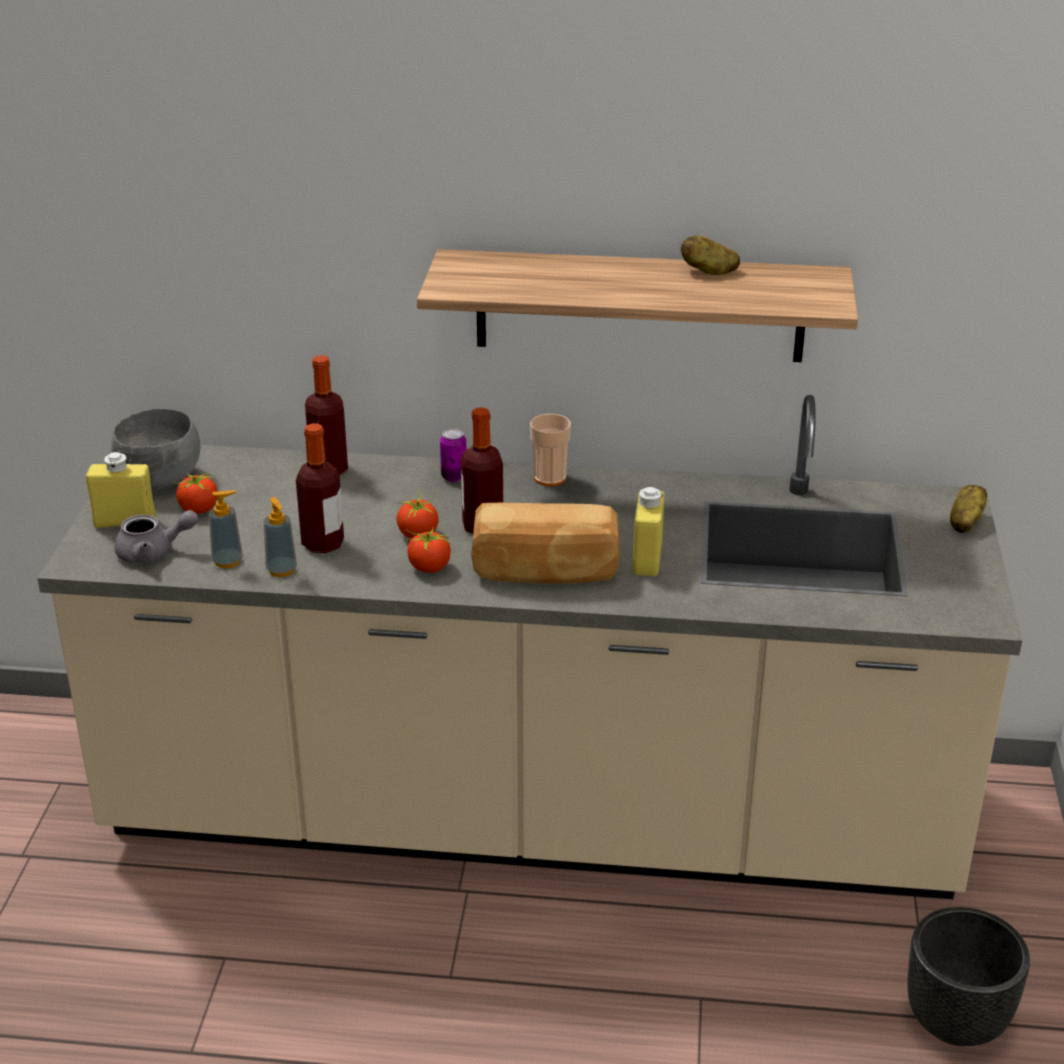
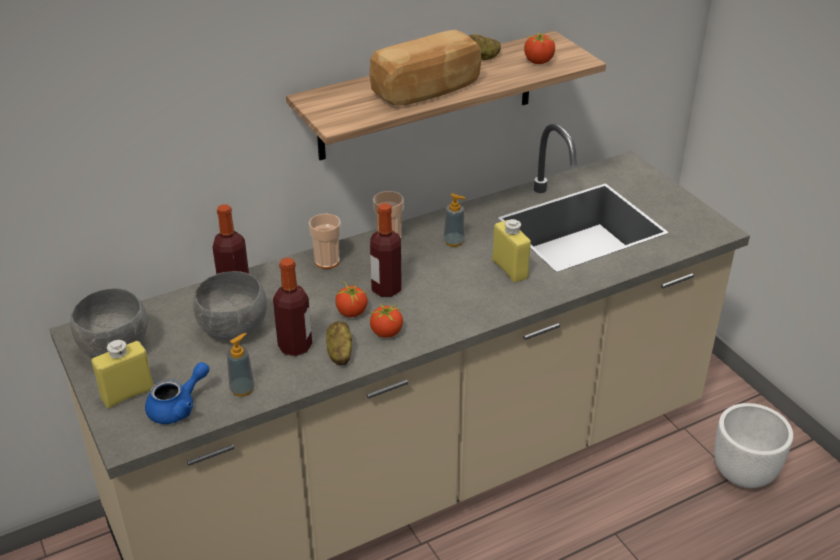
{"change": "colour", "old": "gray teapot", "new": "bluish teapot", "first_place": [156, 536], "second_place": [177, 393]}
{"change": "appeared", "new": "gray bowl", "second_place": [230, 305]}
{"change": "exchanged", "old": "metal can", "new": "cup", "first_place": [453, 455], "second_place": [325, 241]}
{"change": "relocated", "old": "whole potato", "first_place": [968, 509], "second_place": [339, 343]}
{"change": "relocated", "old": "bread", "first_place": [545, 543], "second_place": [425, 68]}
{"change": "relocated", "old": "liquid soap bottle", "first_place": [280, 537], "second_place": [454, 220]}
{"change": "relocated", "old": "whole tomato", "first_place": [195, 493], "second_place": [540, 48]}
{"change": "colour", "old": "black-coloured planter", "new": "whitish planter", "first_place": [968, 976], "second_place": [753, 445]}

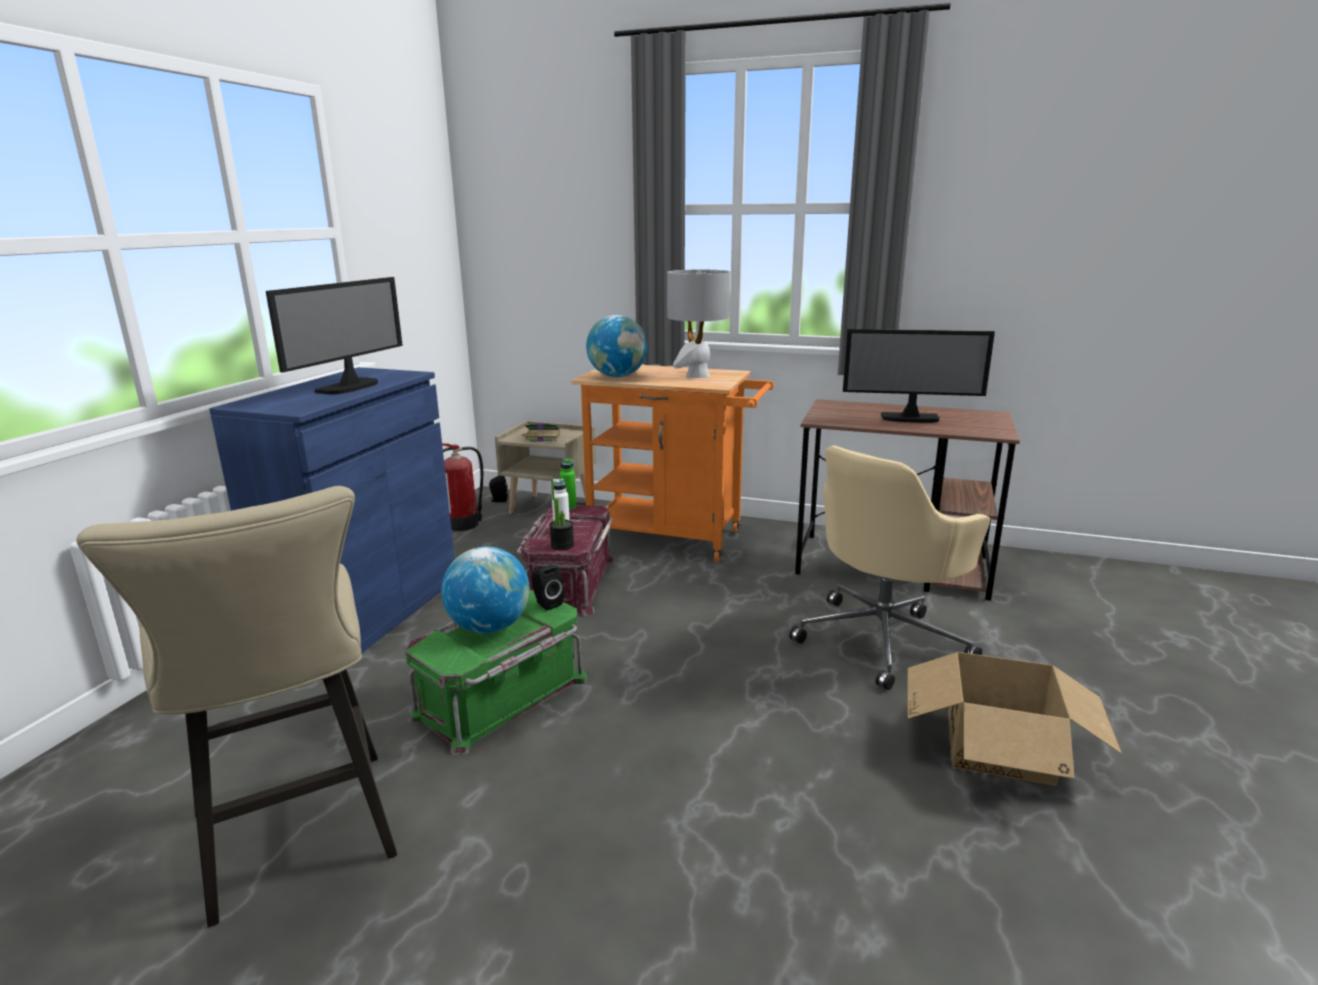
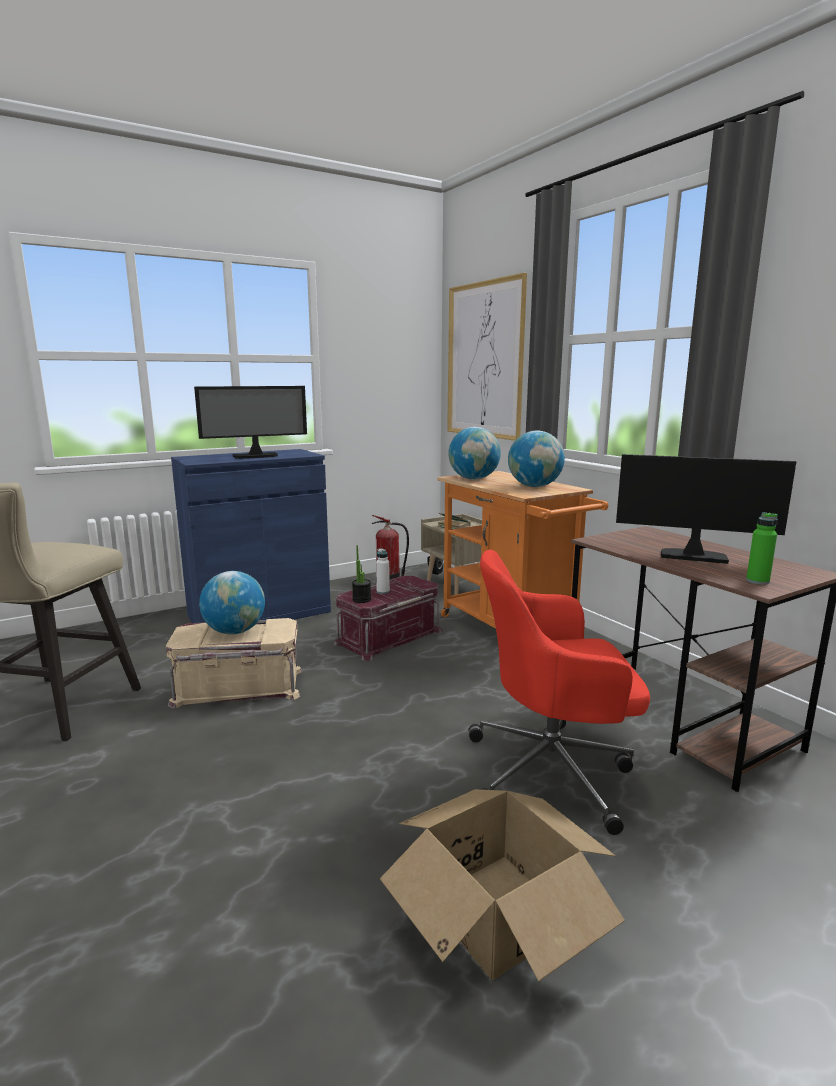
{"change": "colour", "old": "green-coloured storage box", "new": "beige-coloured storage box", "first_place": [496, 673], "second_place": [233, 663]}
{"change": "appeared", "new": "picture", "second_place": [487, 357]}
{"change": "colour", "old": "beige-coloured office chair", "new": "reddish office chair", "first_place": [889, 567], "second_place": [559, 692]}
{"change": "exchanged", "old": "gray tabletop lamp", "new": "desk globe", "first_place": [698, 324], "second_place": [536, 459]}
{"change": "spun", "old": "monitor", "first_place": [919, 376], "second_place": [706, 509], "degrees": 150}
{"change": "relocated", "old": "green-coloured beverage bottle", "first_place": [568, 484], "second_place": [762, 548]}
{"change": "missing", "old": "black-coloured audio speaker", "first_place": [547, 587]}

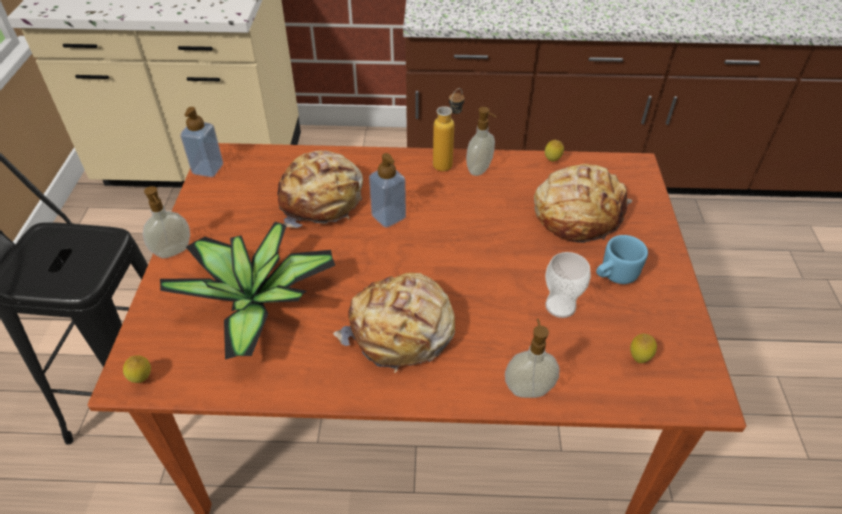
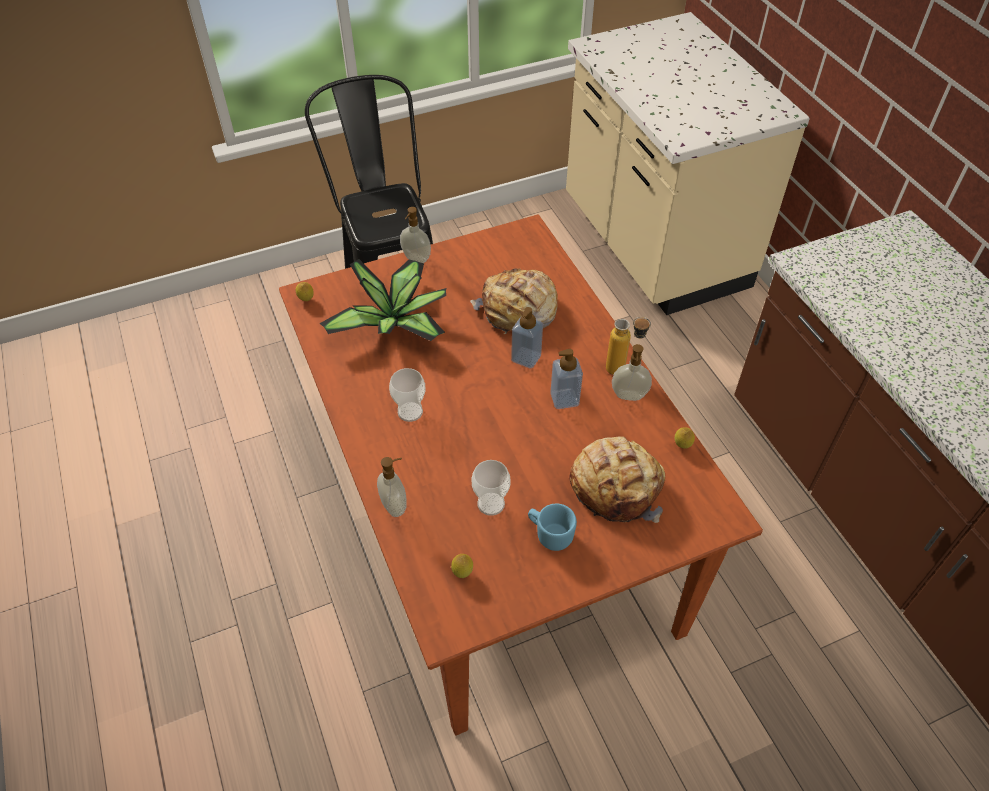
{"change": "exchanged", "old": "bread", "new": "cup", "first_place": [394, 322], "second_place": [407, 395]}
{"change": "relocated", "old": "liquid soap bottle", "first_place": [201, 142], "second_place": [566, 379]}

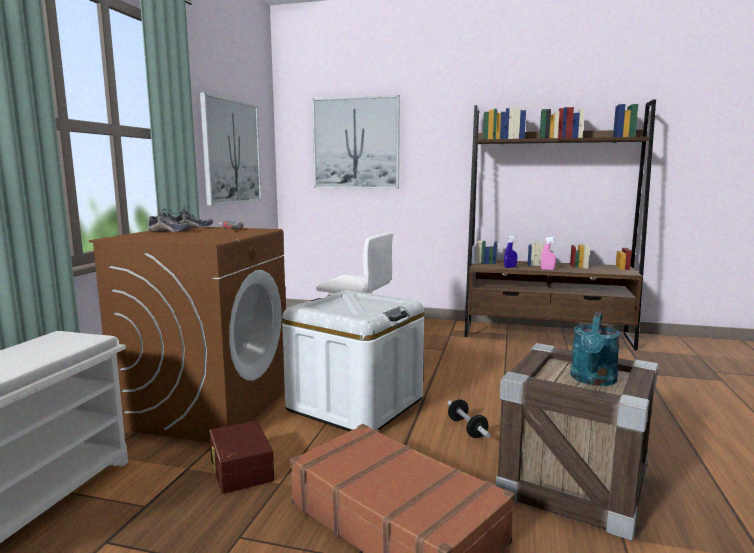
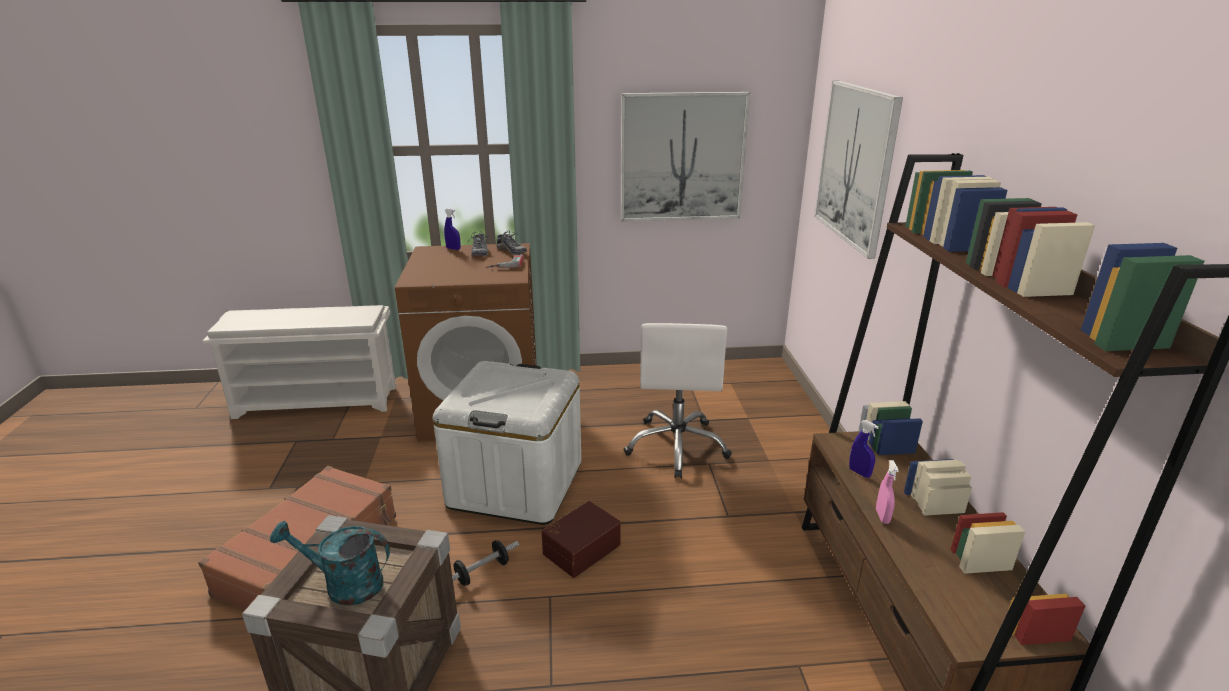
{"change": "appeared", "new": "bluish hand sprayer", "second_place": [452, 229]}
{"change": "relocated", "old": "brownish storage box", "first_place": [241, 457], "second_place": [581, 539]}

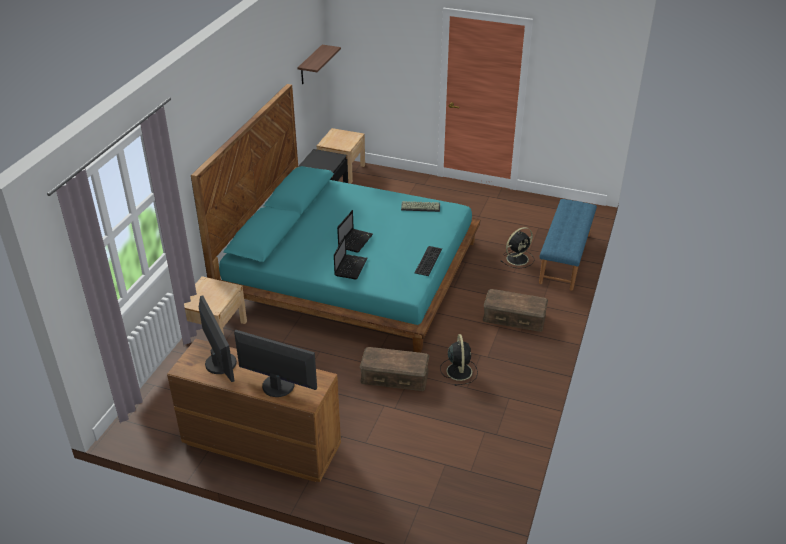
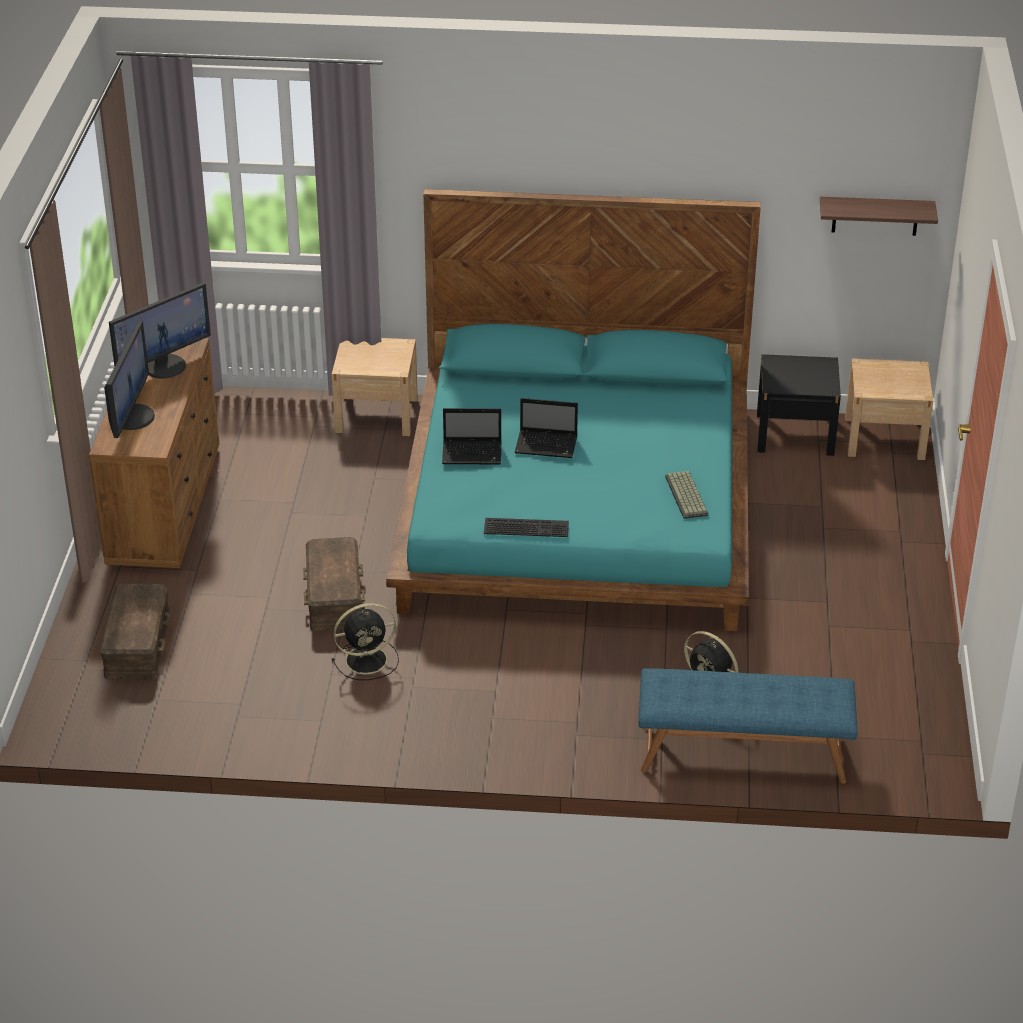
{"change": "relocated", "old": "brownish storage box", "first_place": [515, 310], "second_place": [135, 631]}

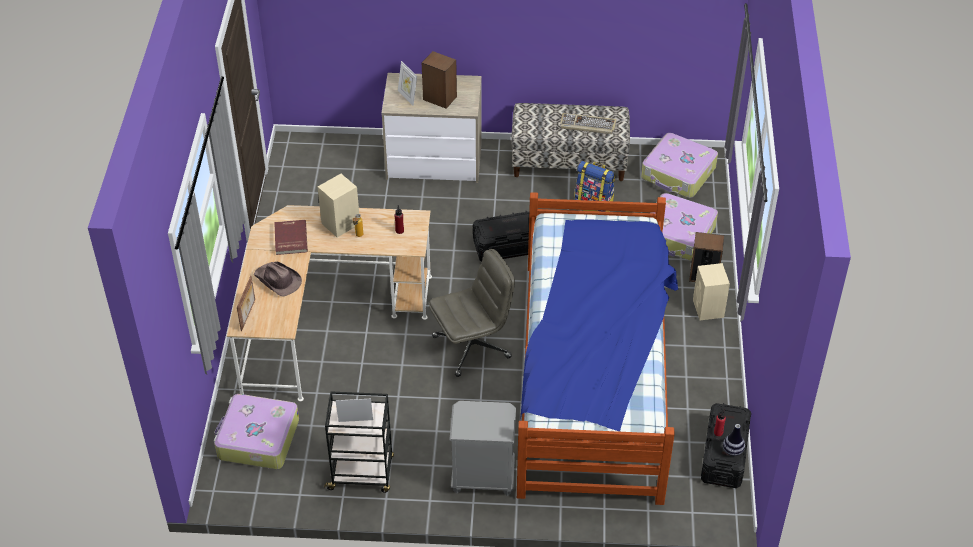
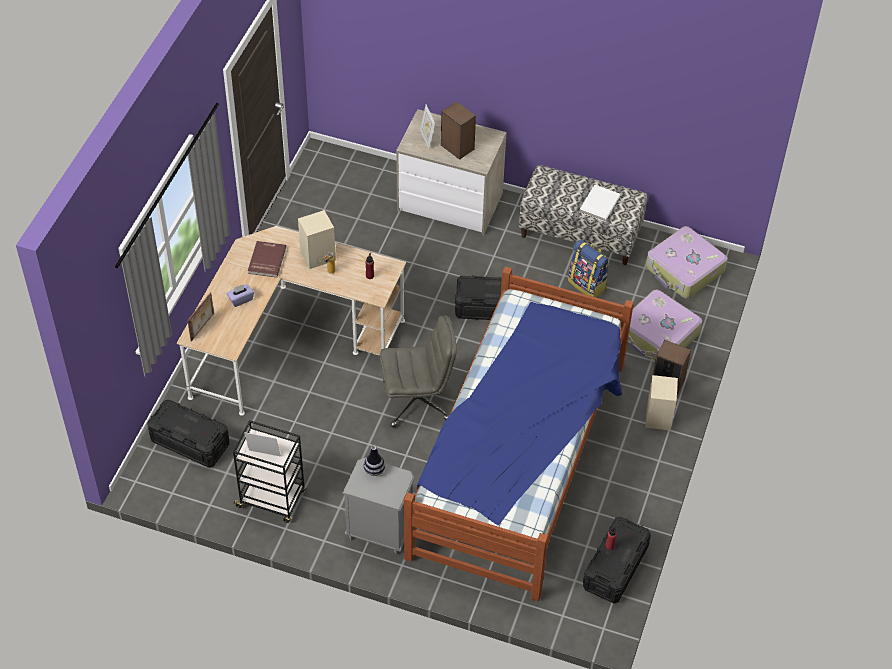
{"change": "exchanged", "old": "piece of luggage", "new": "black-coloured storage box", "first_place": [256, 431], "second_place": [188, 434]}
{"change": "exchanged", "old": "brownish hat", "new": "purple-coloured tissue box", "first_place": [278, 279], "second_place": [240, 295]}
{"change": "relocated", "old": "flower vase", "first_place": [734, 440], "second_place": [374, 461]}
{"change": "exchanged", "old": "keyboard", "new": "whitish bound book", "first_place": [588, 123], "second_place": [600, 203]}

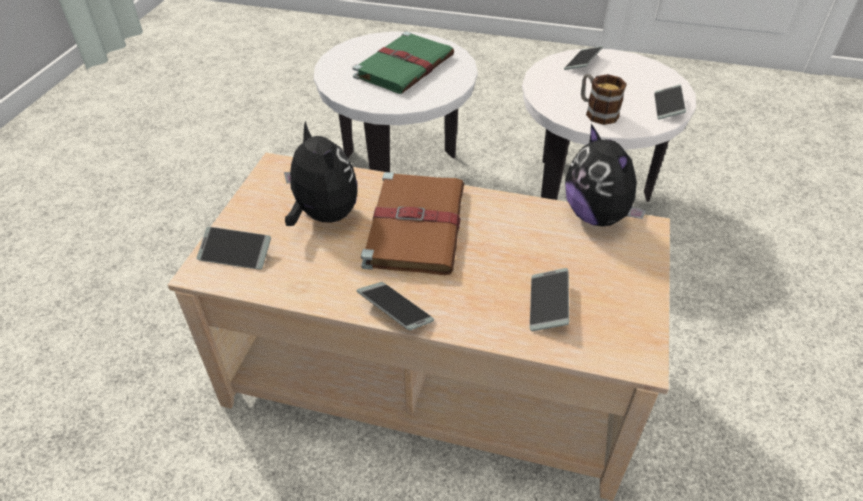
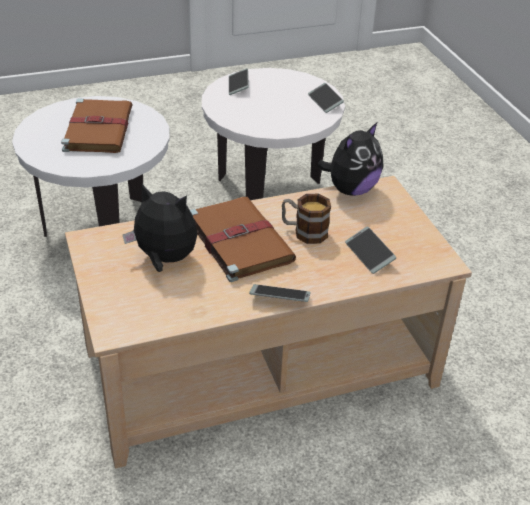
{"change": "colour", "old": "green-coloured bound book", "new": "brownish bound book", "first_place": [403, 63], "second_place": [97, 125]}
{"change": "relocated", "old": "tea mug", "first_place": [604, 99], "second_place": [306, 219]}
{"change": "spun", "old": "soft toy", "first_place": [606, 175], "second_place": [350, 159], "degrees": -75}
{"change": "missing", "old": "telephone", "first_place": [234, 248]}

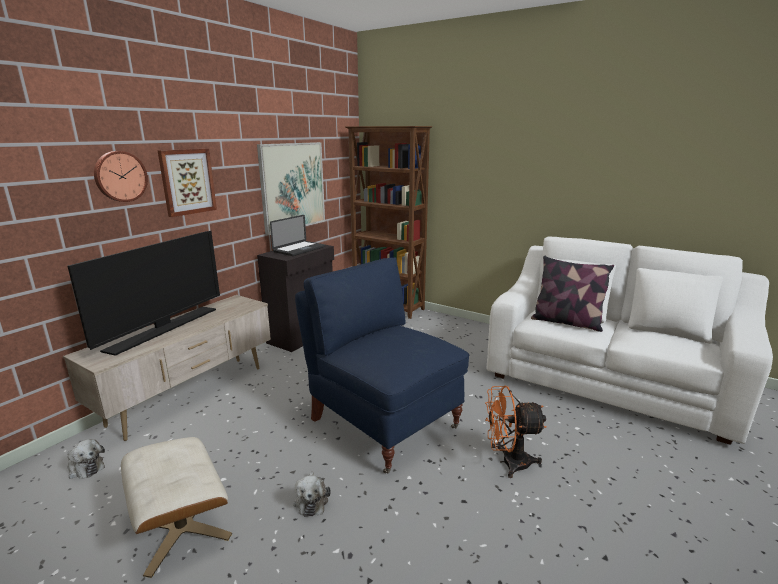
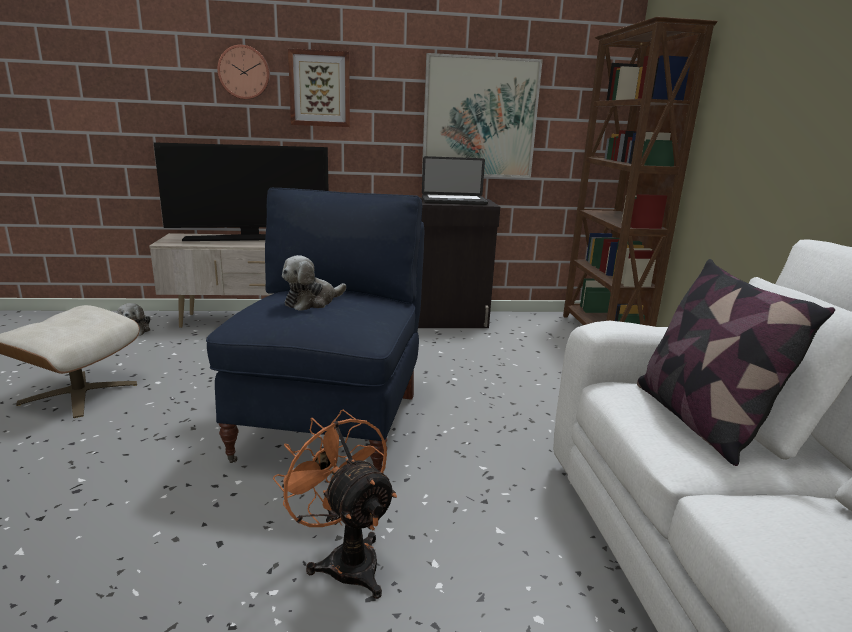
{"change": "relocated", "old": "soft toy", "first_place": [312, 494], "second_place": [314, 283]}

